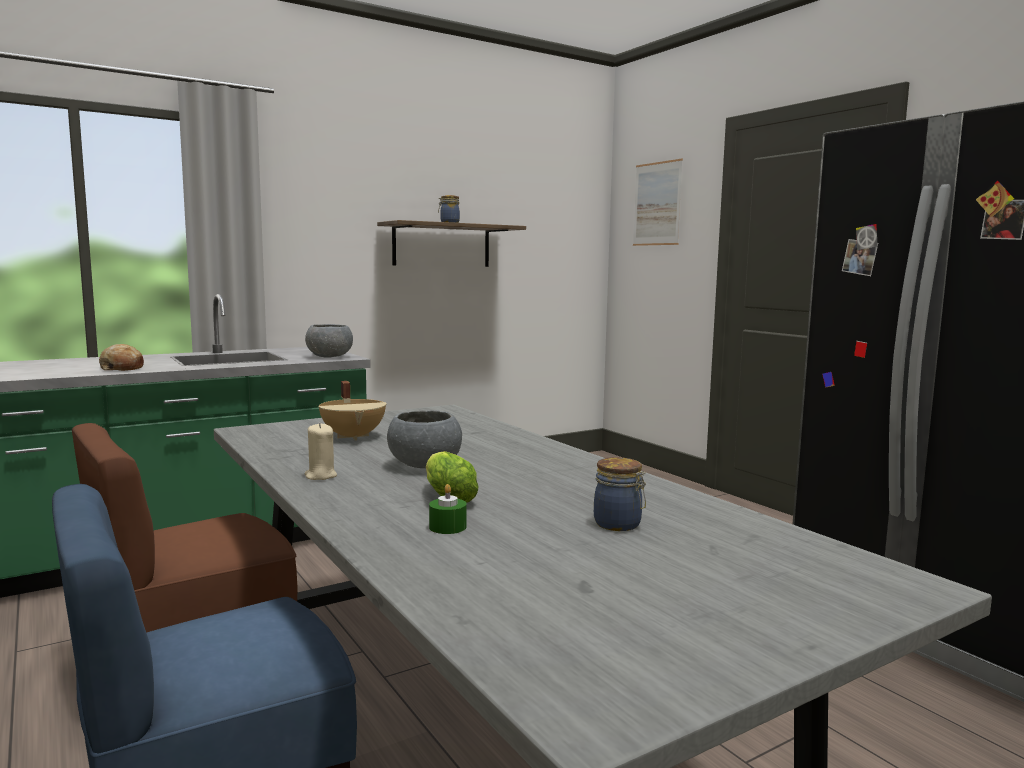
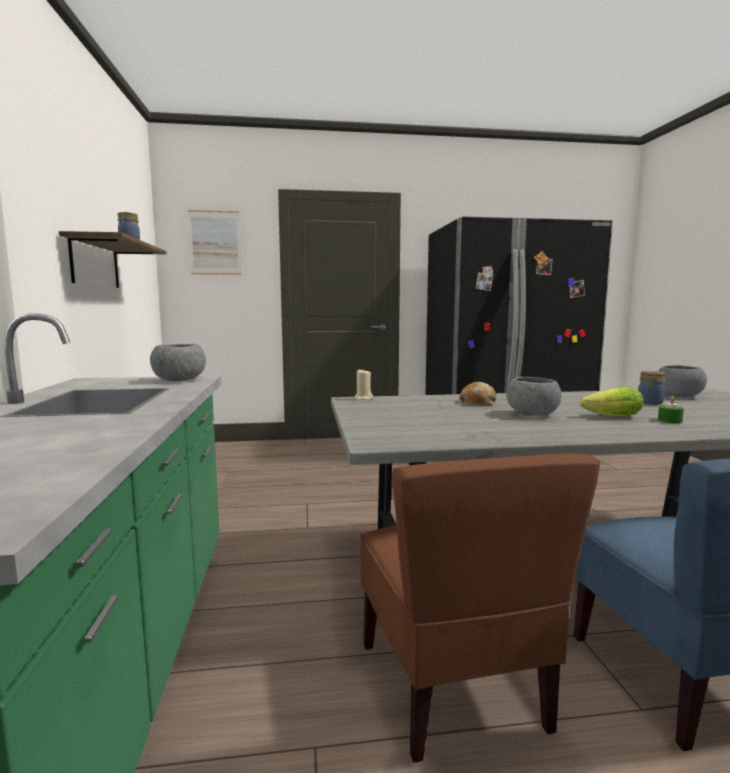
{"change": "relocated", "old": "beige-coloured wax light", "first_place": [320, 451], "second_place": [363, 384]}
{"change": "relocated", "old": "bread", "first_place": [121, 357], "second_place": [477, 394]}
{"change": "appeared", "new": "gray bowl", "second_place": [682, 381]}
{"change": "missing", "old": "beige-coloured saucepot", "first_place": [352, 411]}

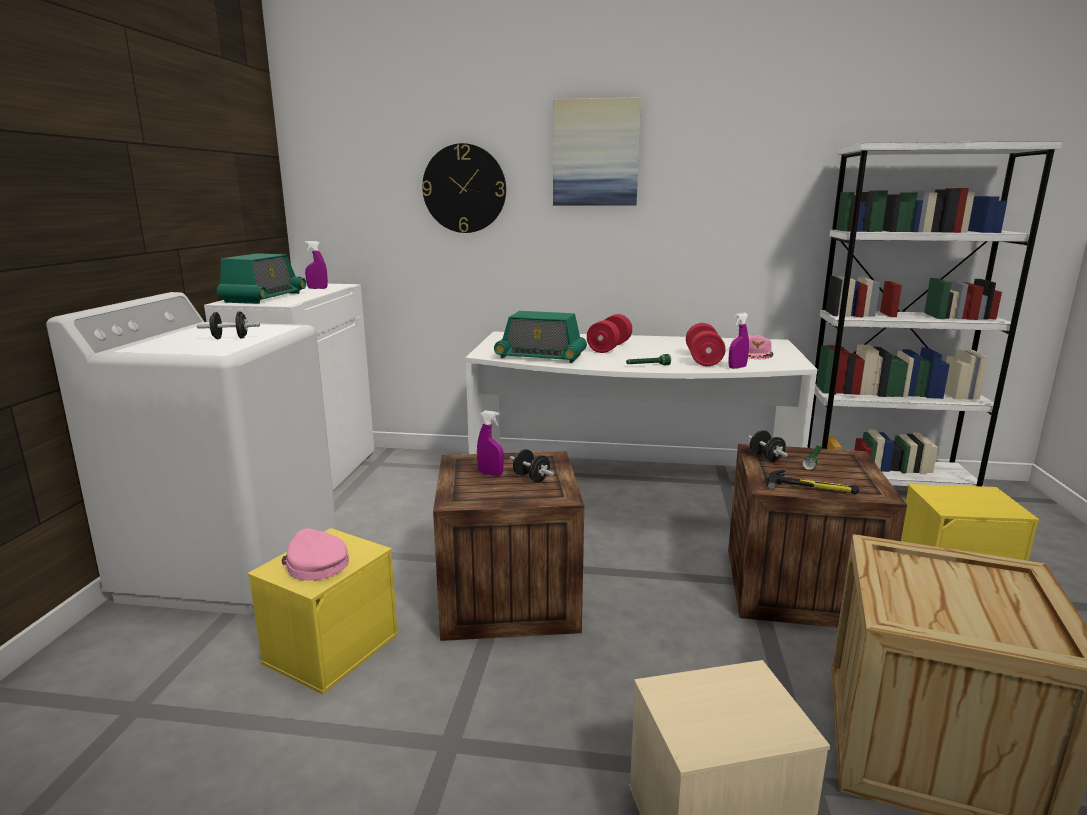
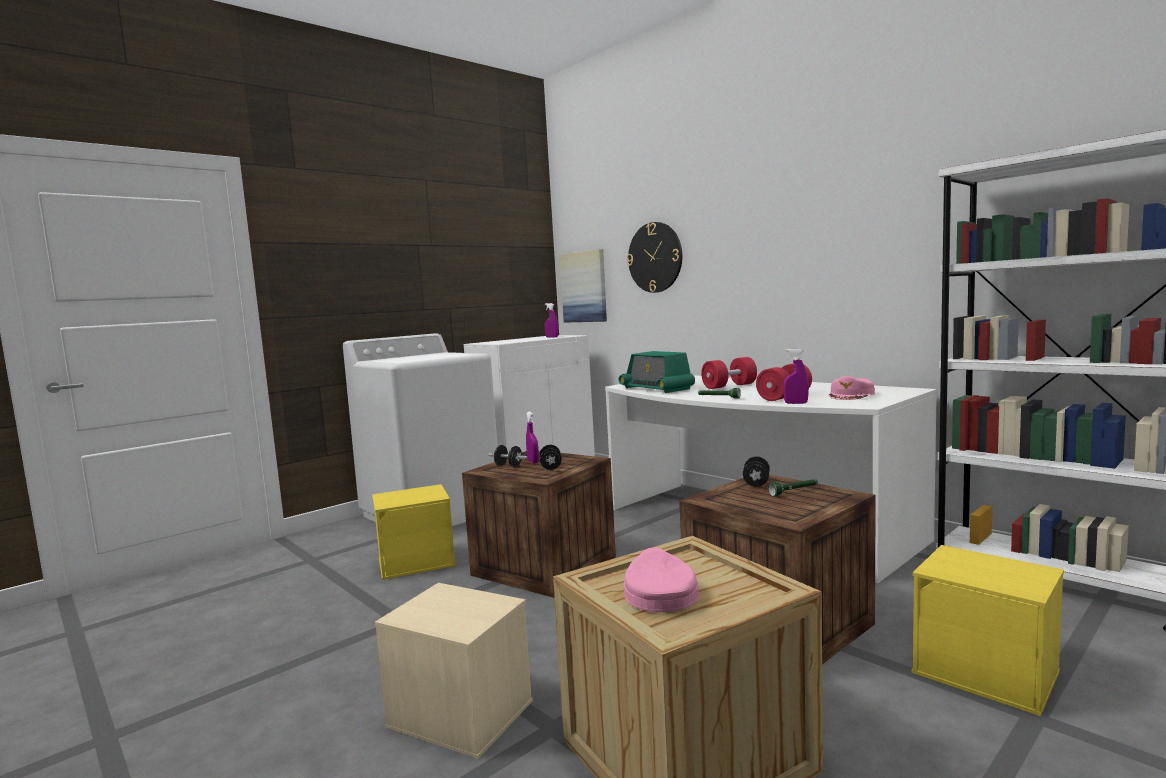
{"change": "relocated", "old": "black-coloured free weight", "first_place": [228, 325], "second_place": [508, 456]}
{"change": "relocated", "old": "picture", "first_place": [597, 151], "second_place": [583, 286]}
{"change": "relocated", "old": "pink-coloured peaked cap", "first_place": [315, 554], "second_place": [661, 579]}
{"change": "missing", "old": "radio receiver", "first_place": [261, 278]}
{"change": "missing", "old": "hand hammer", "first_place": [813, 482]}

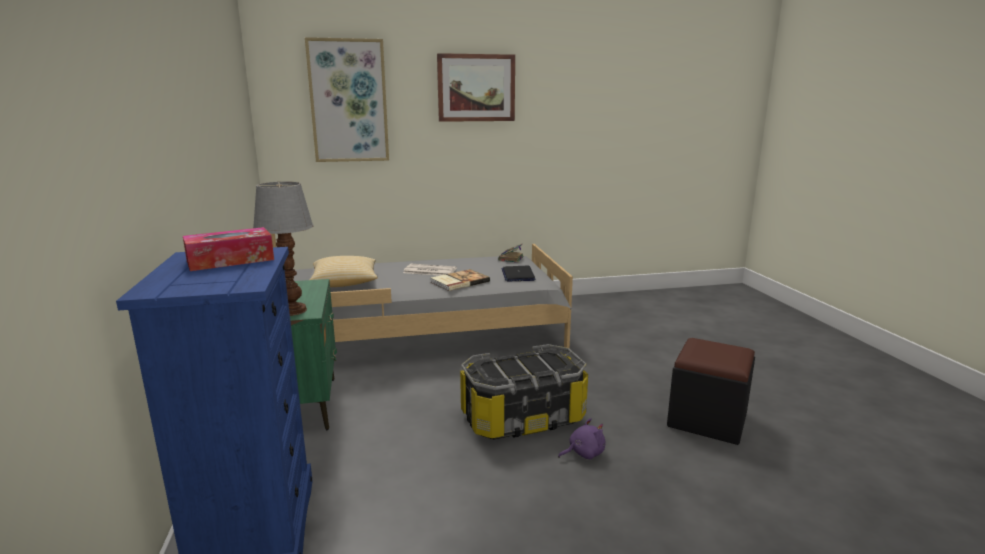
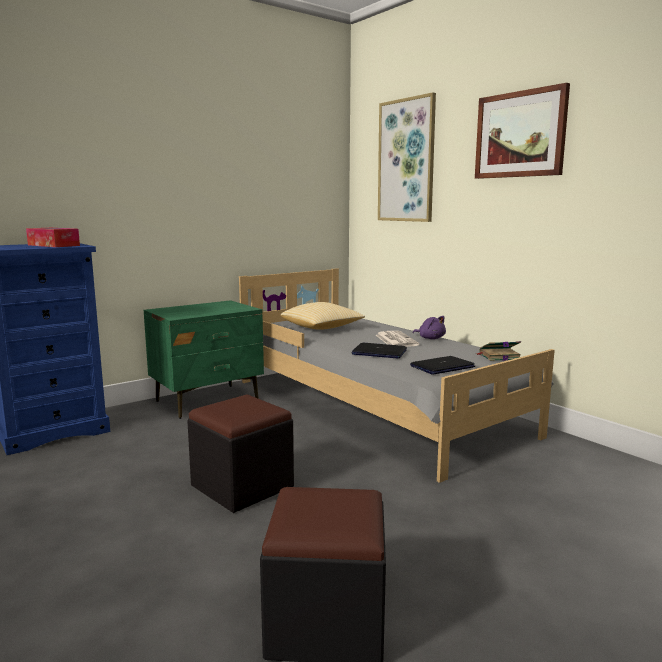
{"change": "exchanged", "old": "storage box", "new": "black-coloured pouffe", "first_place": [524, 392], "second_place": [240, 454]}
{"change": "exchanged", "old": "bound book", "new": "laptop", "first_place": [460, 280], "second_place": [379, 351]}
{"change": "relocated", "old": "purple-coloured soft toy", "first_place": [582, 438], "second_place": [429, 327]}
{"change": "missing", "old": "tabletop lamp", "first_place": [283, 249]}

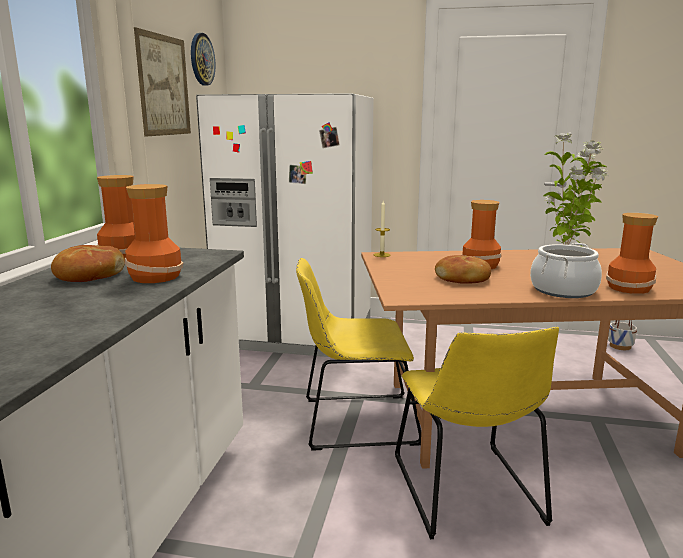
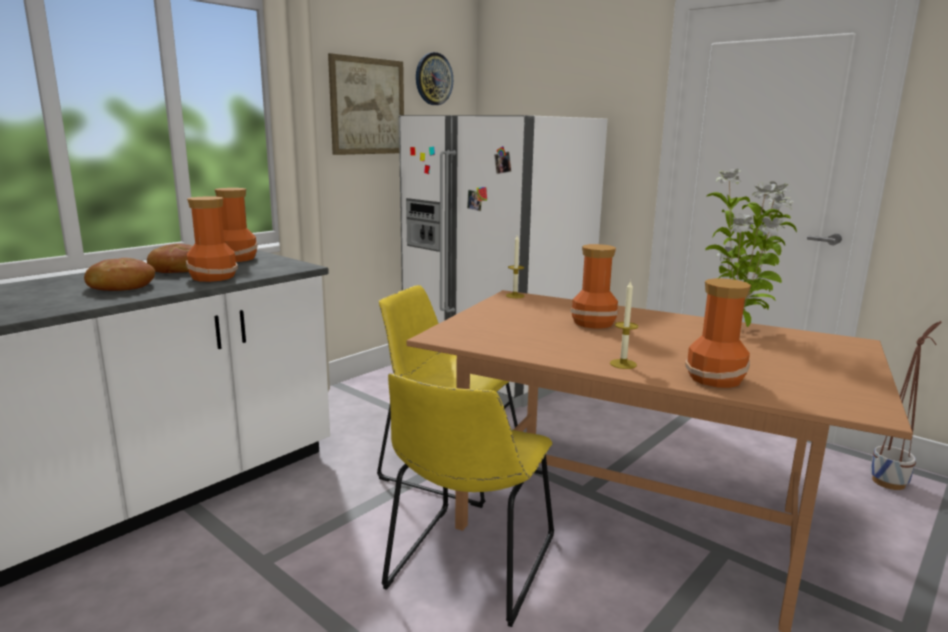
{"change": "relocated", "old": "bread", "first_place": [463, 269], "second_place": [119, 274]}
{"change": "exchanged", "old": "saucepot", "new": "wax light", "first_place": [566, 270], "second_place": [624, 324]}

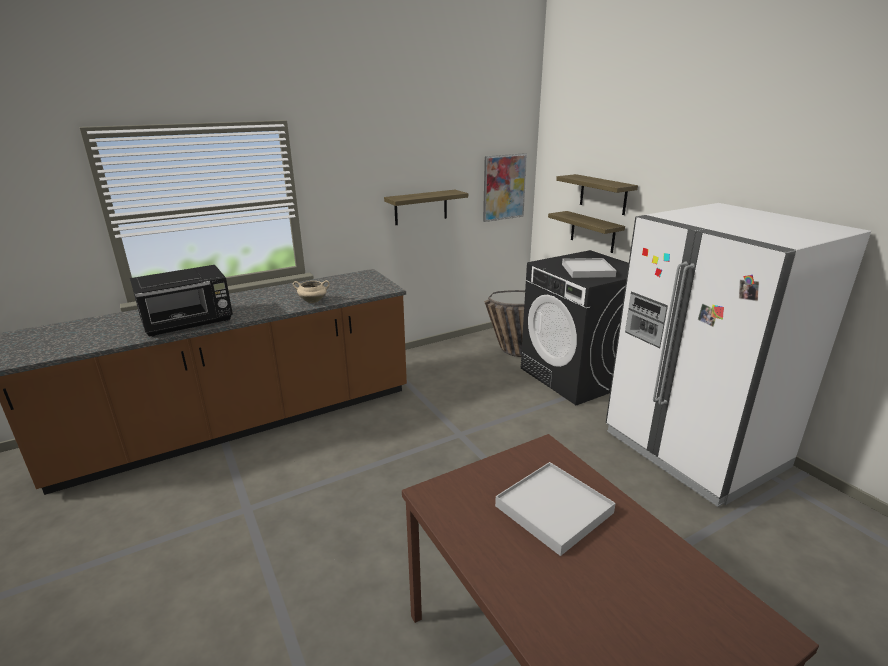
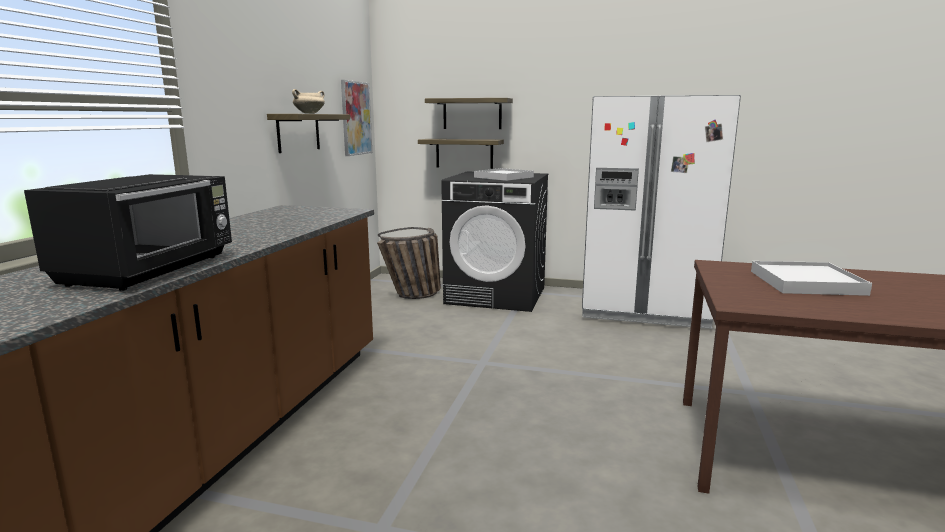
{"change": "relocated", "old": "beige-coloured saucepot", "first_place": [311, 291], "second_place": [308, 101]}

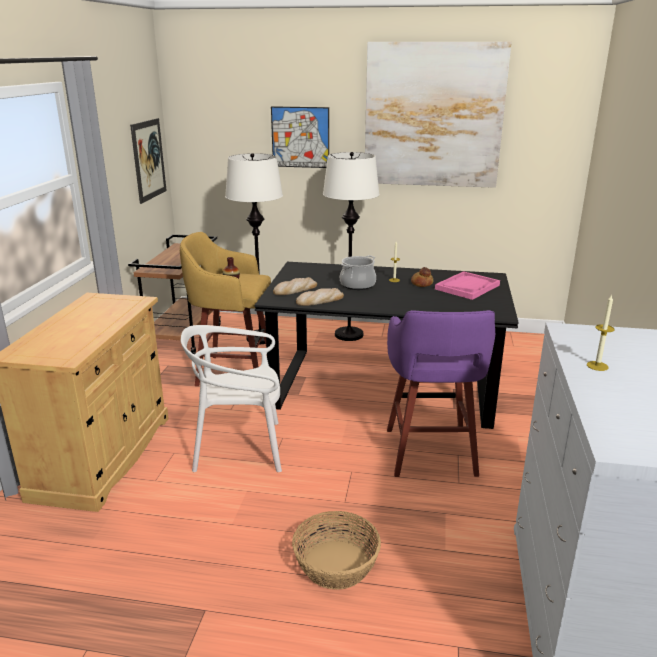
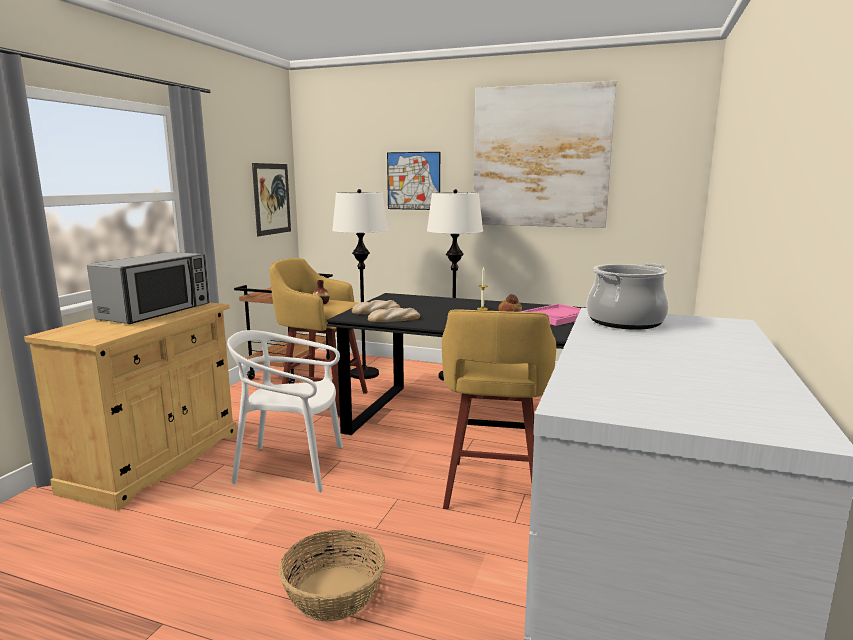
{"change": "appeared", "new": "microwave", "second_place": [148, 288]}
{"change": "colour", "old": "purple-coloured stool", "new": "yellowish stool", "first_place": [441, 393], "second_place": [499, 409]}
{"change": "relocated", "old": "saucepot", "first_place": [358, 272], "second_place": [628, 296]}
{"change": "missing", "old": "wax light", "first_place": [601, 332]}

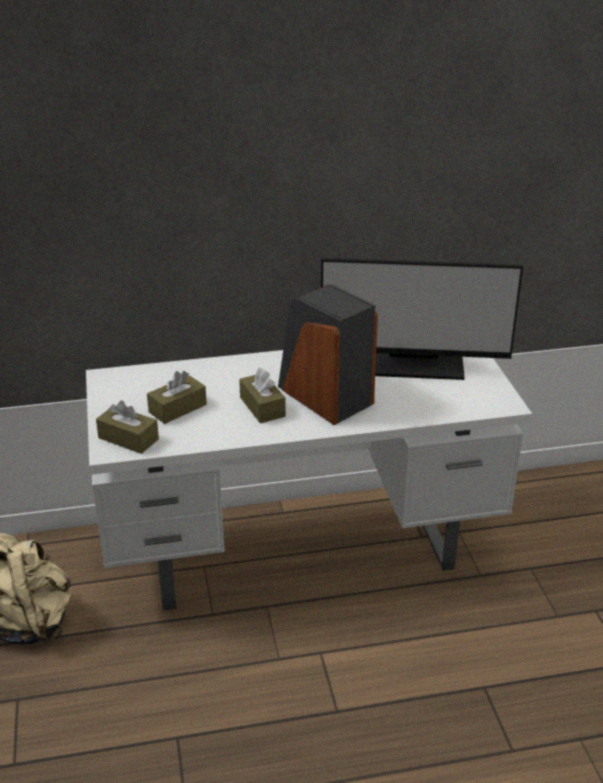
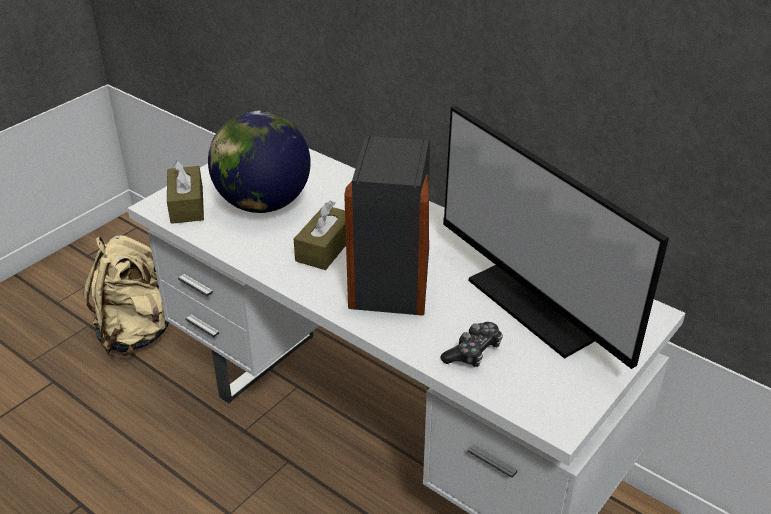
{"change": "exchanged", "old": "brownish tissue box", "new": "desk globe", "first_place": [177, 397], "second_place": [259, 162]}
{"change": "appeared", "new": "joypad", "second_place": [471, 344]}

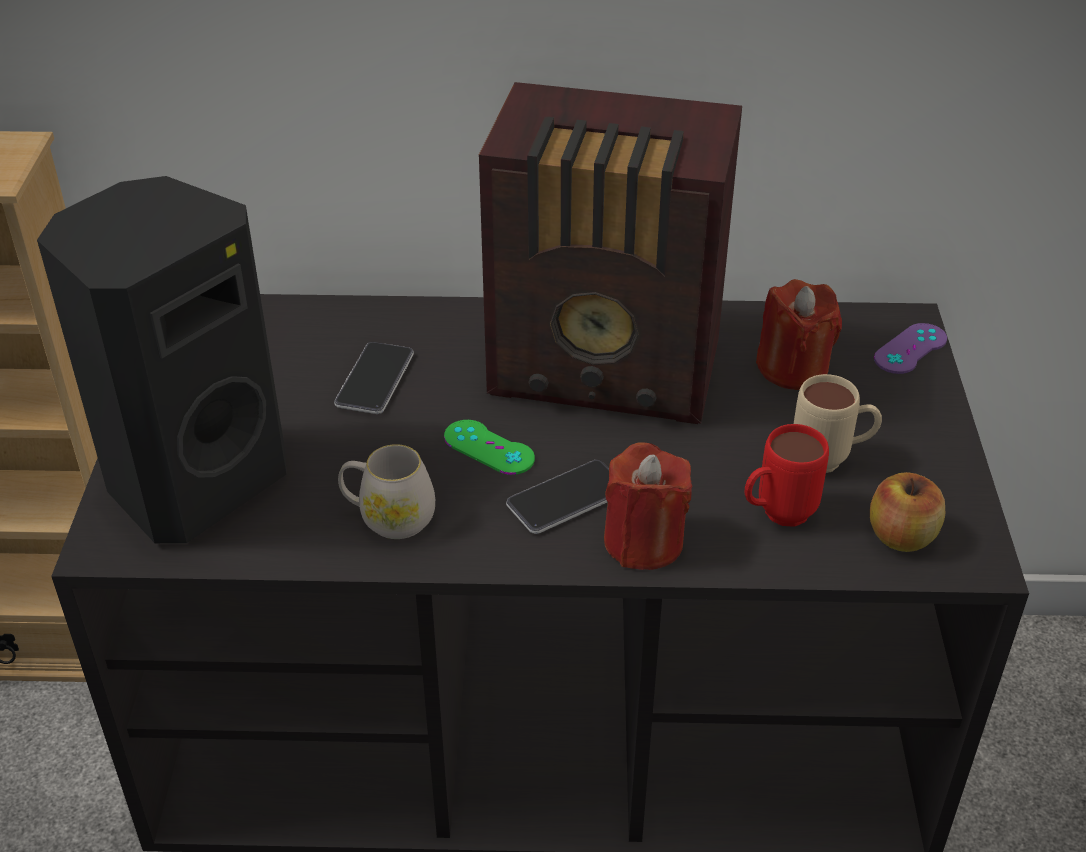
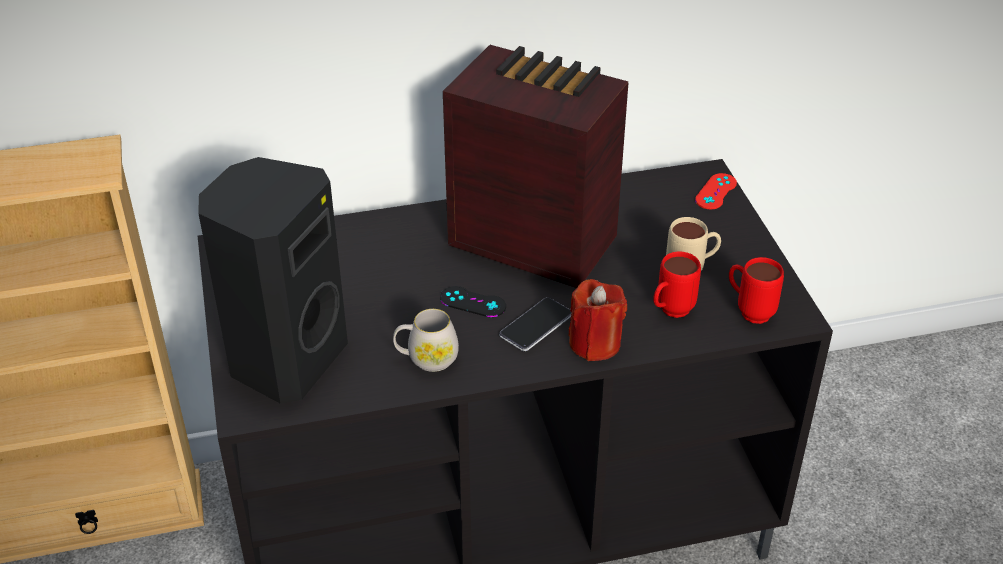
{"change": "colour", "old": "green-coloured joypad", "new": "black-coloured joypad", "first_place": [489, 447], "second_place": [473, 301]}
{"change": "spun", "old": "radio receiver", "first_place": [610, 253], "second_place": [536, 166], "degrees": -150}
{"change": "colour", "old": "purple-coloured joypad", "new": "reddish joypad", "first_place": [910, 348], "second_place": [716, 191]}
{"change": "exchanged", "old": "apple fruit", "new": "reddish tea mug", "first_place": [907, 512], "second_place": [756, 290]}
{"change": "missing", "old": "telephone", "first_place": [374, 378]}
{"change": "missing", "old": "reddish wax light", "first_place": [799, 334]}

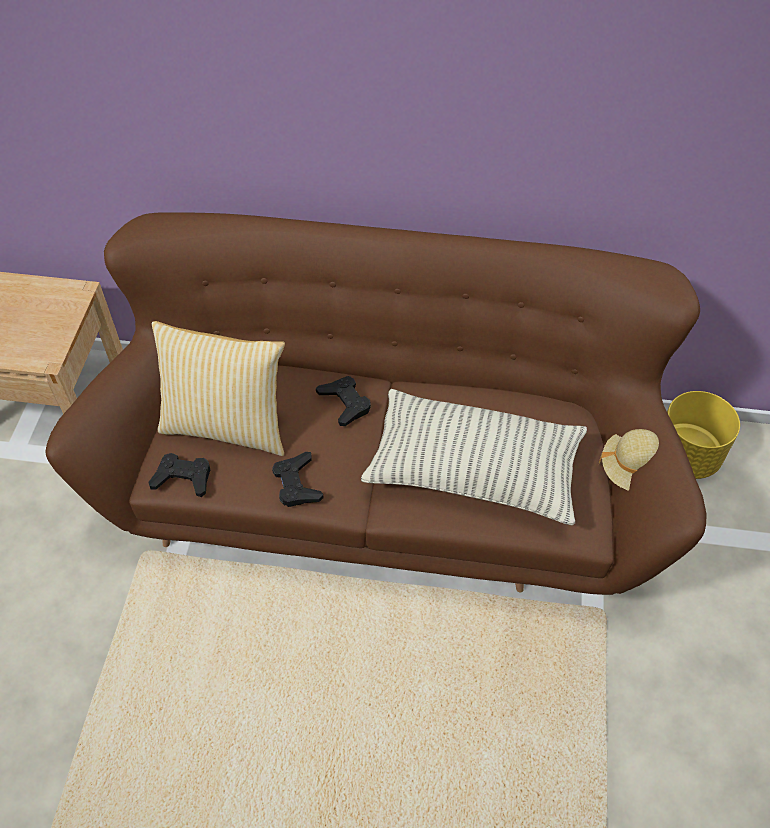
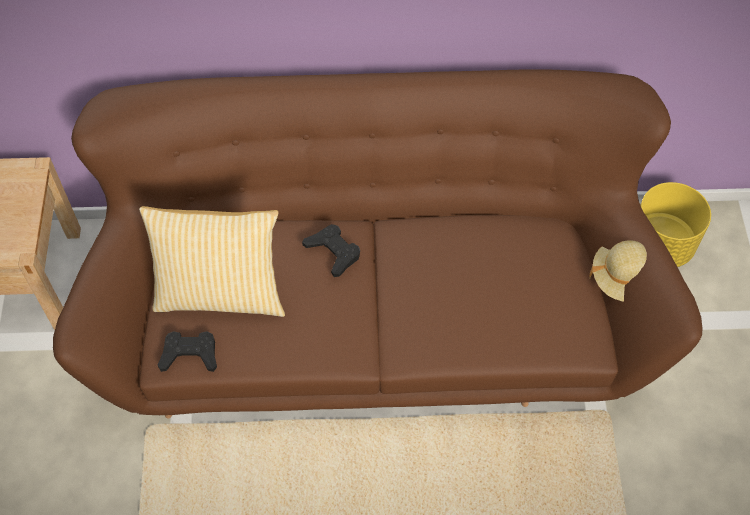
{"change": "missing", "old": "black-coloured joypad", "first_place": [298, 479]}
{"change": "missing", "old": "throw pillow", "first_place": [474, 457]}

